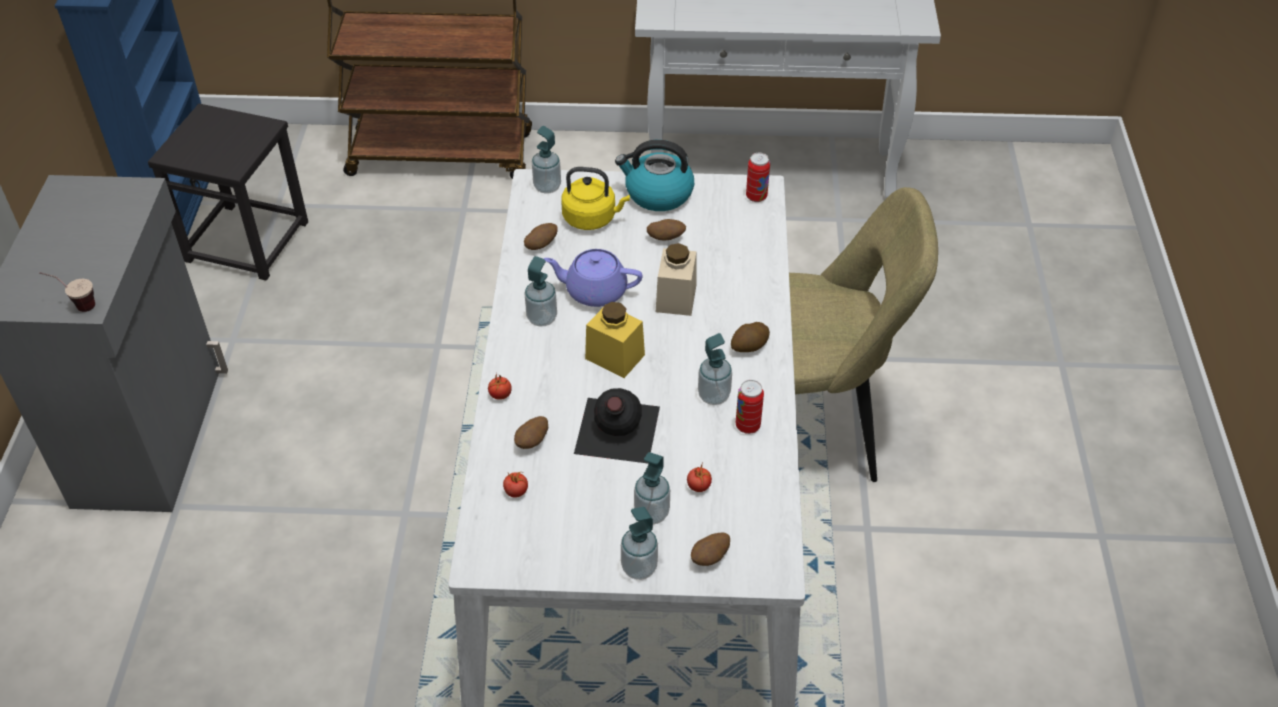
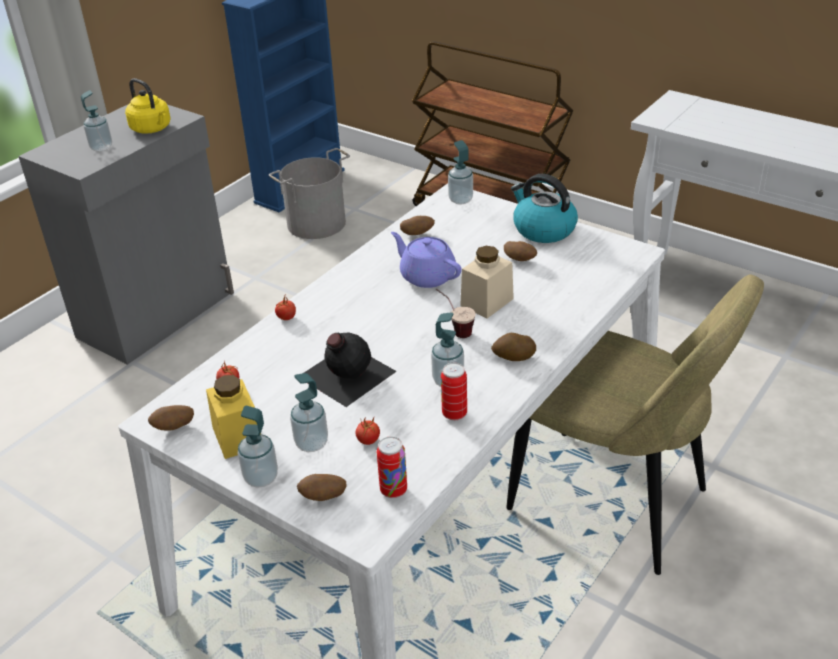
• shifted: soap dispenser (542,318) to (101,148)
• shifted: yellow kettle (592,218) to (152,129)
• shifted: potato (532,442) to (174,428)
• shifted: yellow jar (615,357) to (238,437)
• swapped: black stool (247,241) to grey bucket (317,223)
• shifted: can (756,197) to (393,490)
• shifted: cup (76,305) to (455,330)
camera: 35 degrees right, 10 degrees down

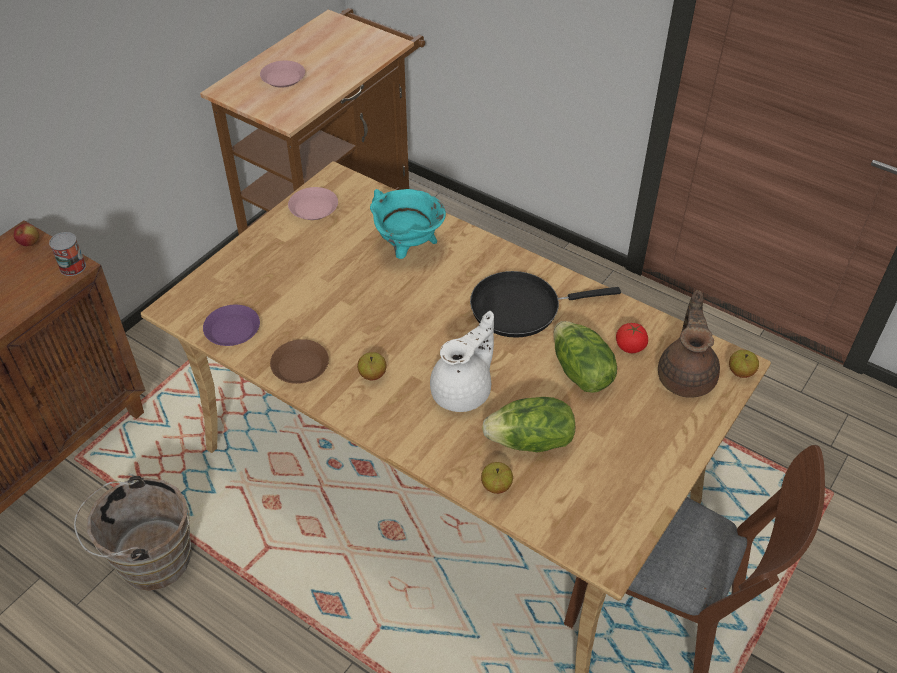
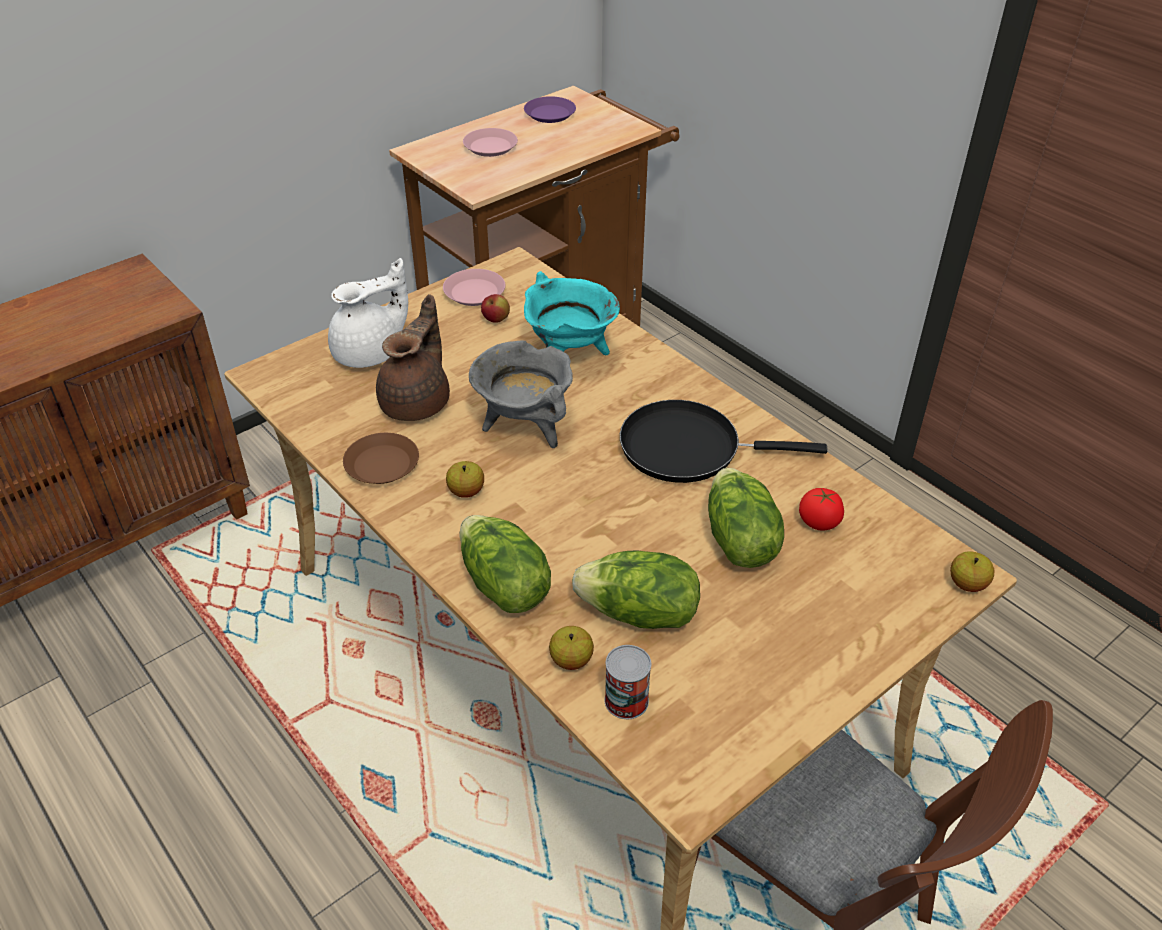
• shifted: white teapot (463,391) to (370,353)
• shifted: brown teapot (686,376) to (418,402)
• new: lettuce (503,586)
• new: grey cooking pot (525,427)
• shifted: apple (30,243) to (496,320)
• shifted: purple plate (232,330) to (550,114)
• shifted: can (73,267) to (626,700)
• gone: brown bucket (149,559)
camera: 15 degrees right, 5 degrees down

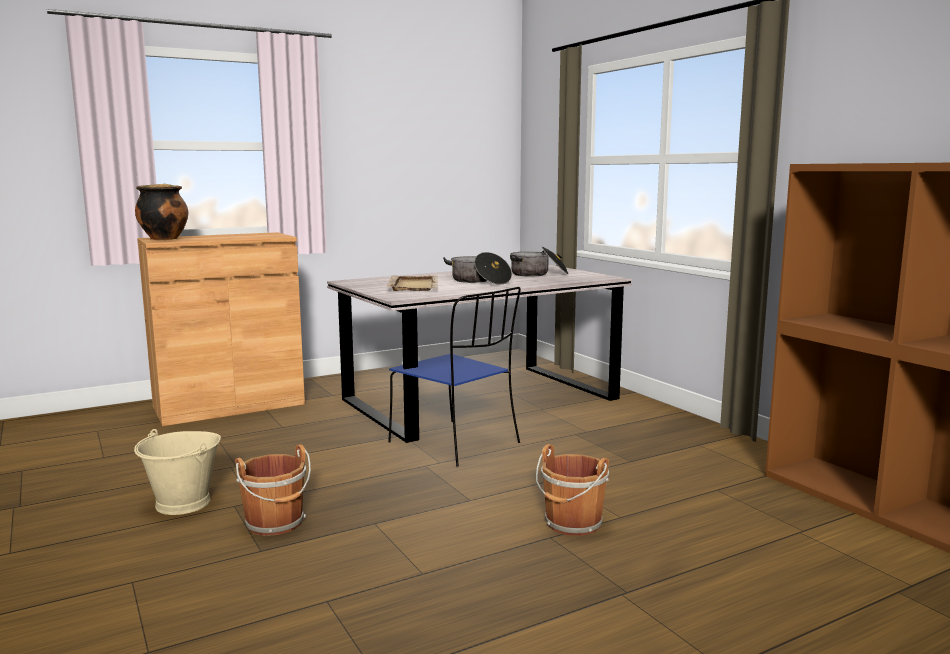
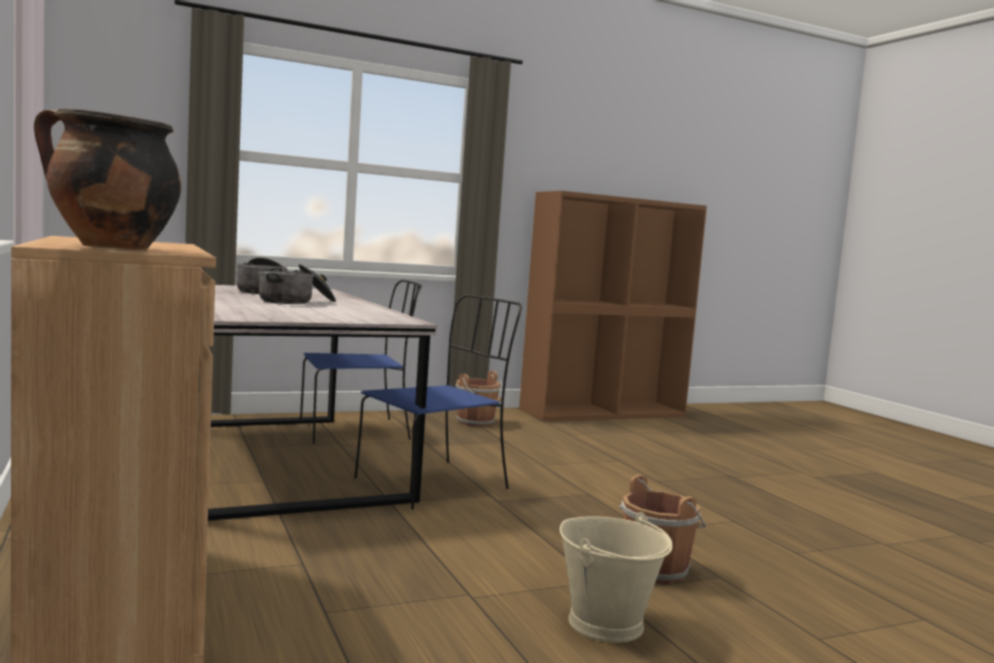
• new: blue chair (357,431)
• shifted: brown bucket (572,524) to (477,422)
• gone: beige tray (414,285)
camera: 85 degrees left, 5 degrees down

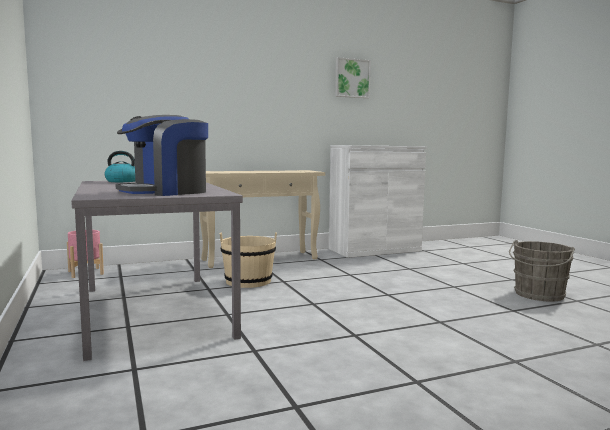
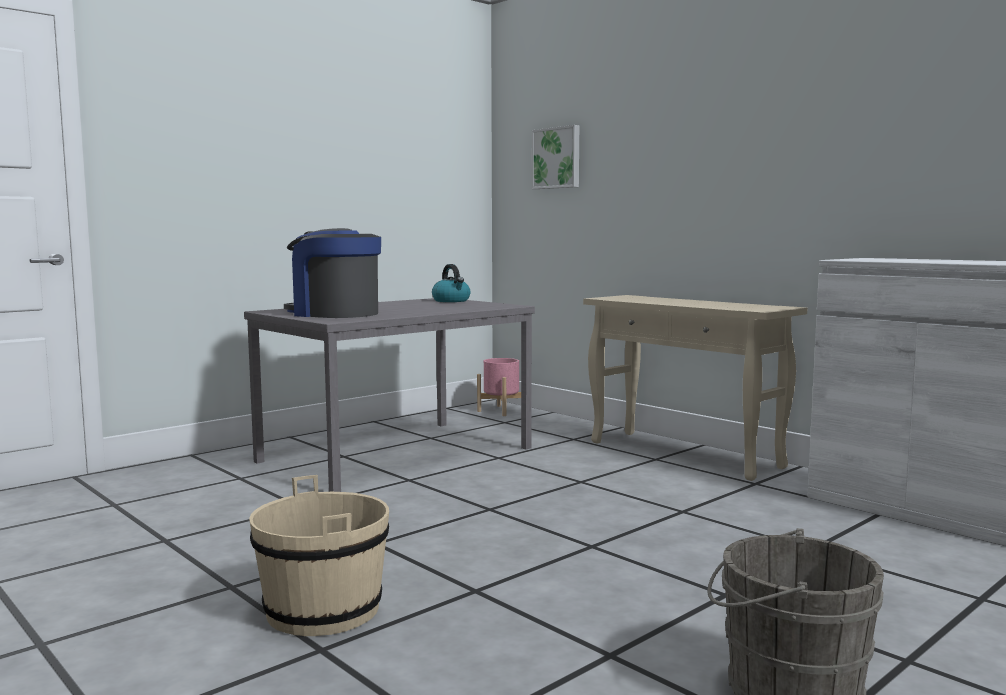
• shifted: beige bucket (248,281) to (323,610)
• shifted: picture (351,78) to (557,158)
camera: 70 degrees right, 0 degrees up

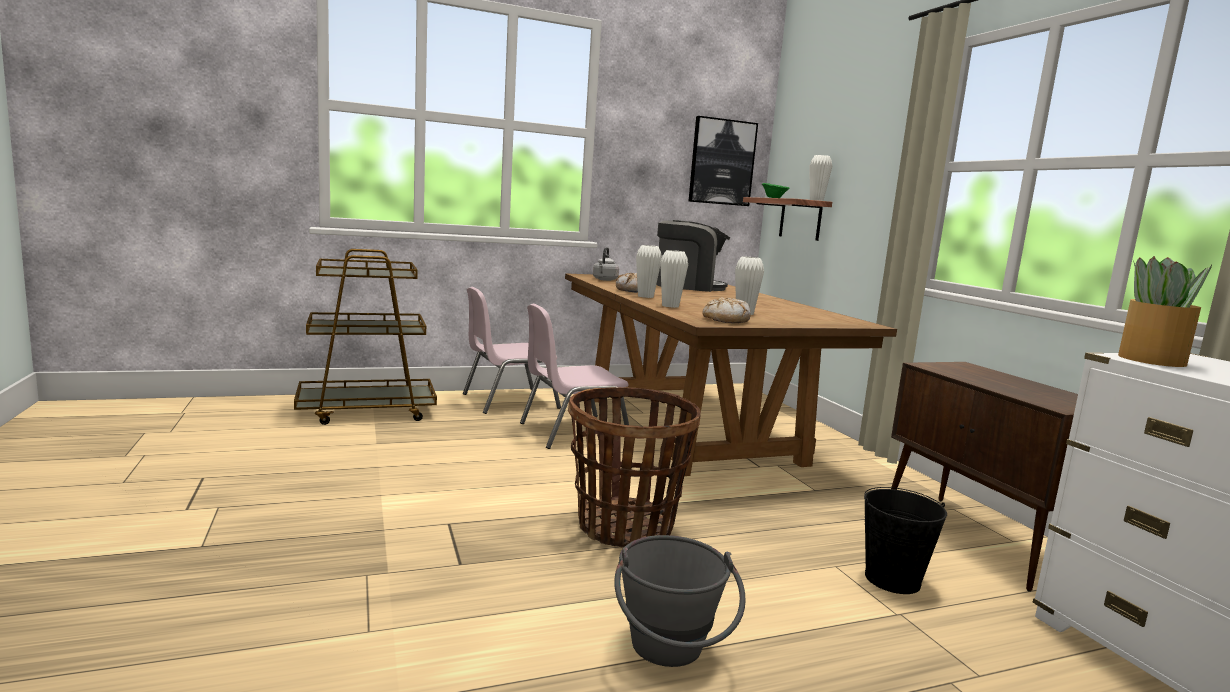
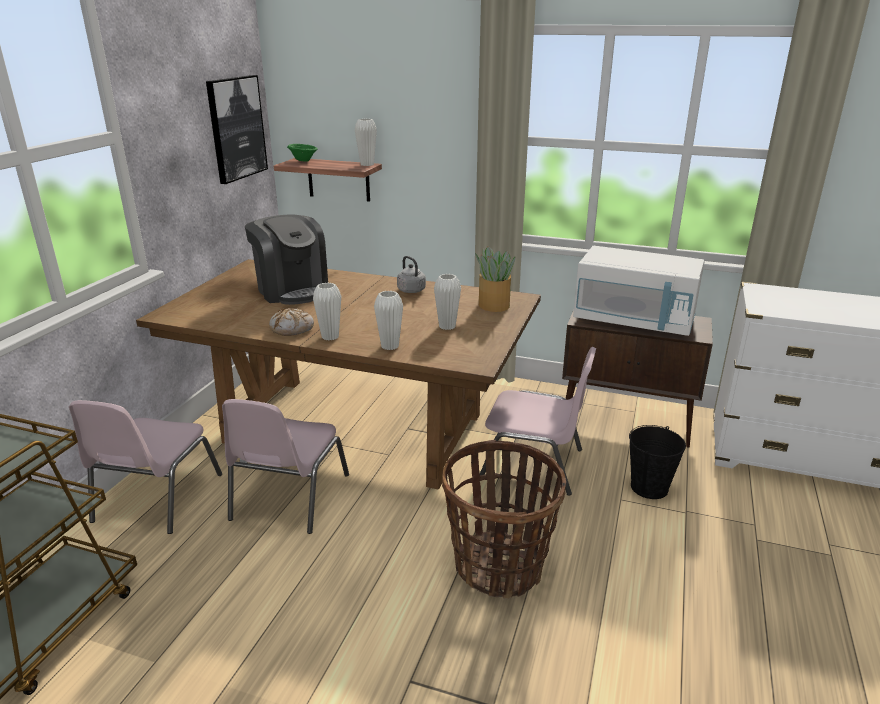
• rotated: coffee machine (688,286) = (292,290) 105 degrees clockwise
• shifted: grey kettle (604,280) to (412,291)
• shifted: potted plant (1151,360) to (494,305)
• new: pink chair (533,464)
• new: white microwave (634,321)
• gone: grey bucket (670,654)
• gone: bread (725,320)
camera: 50 degrees left, 15 degrees up

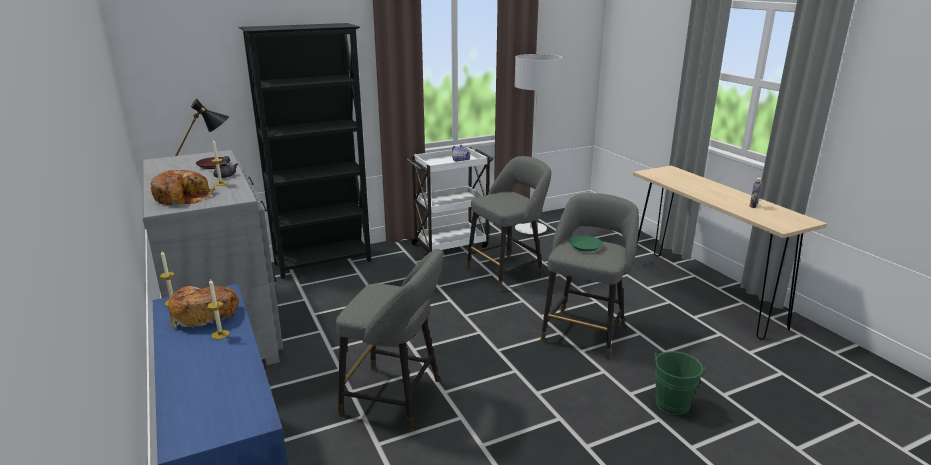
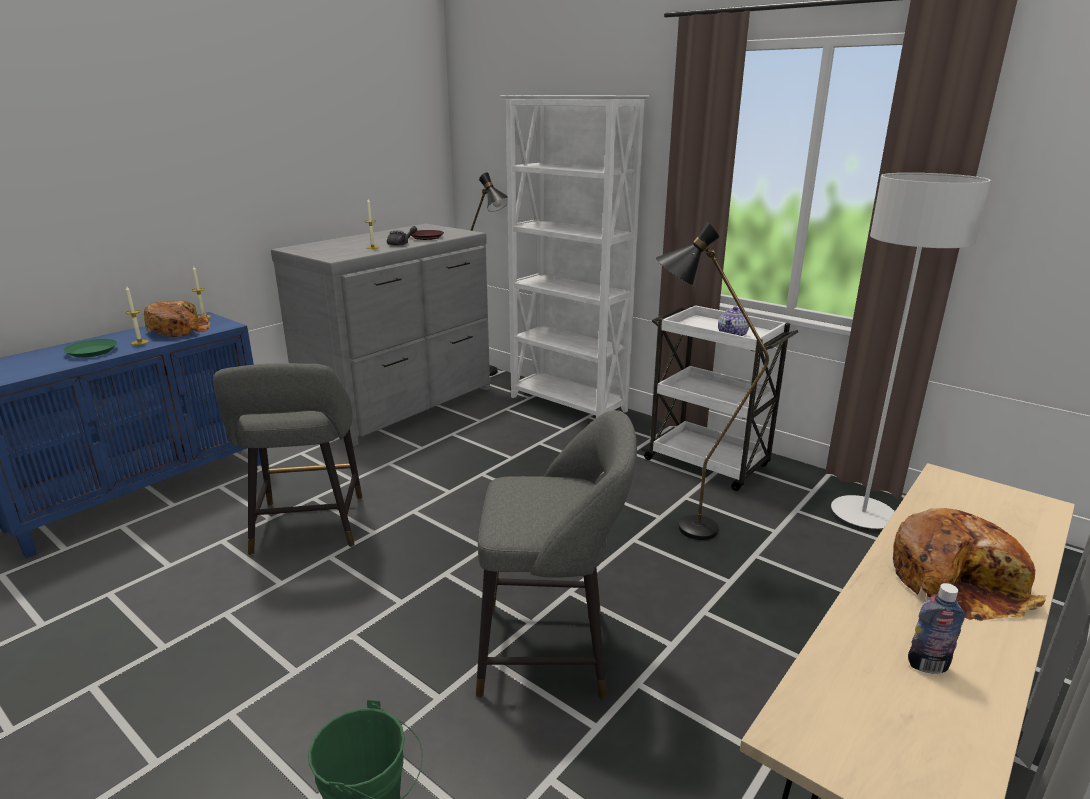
• shifted: green plate (585,246) to (92,352)
• repainted: black bookcase (324,263) to white bookcase (568,405)
• swapped: grey stool (508,271) to black floor lamp (682,528)
• shifted: bread (183,197) to (958,581)
camera: 65 degrees right, 0 degrees up

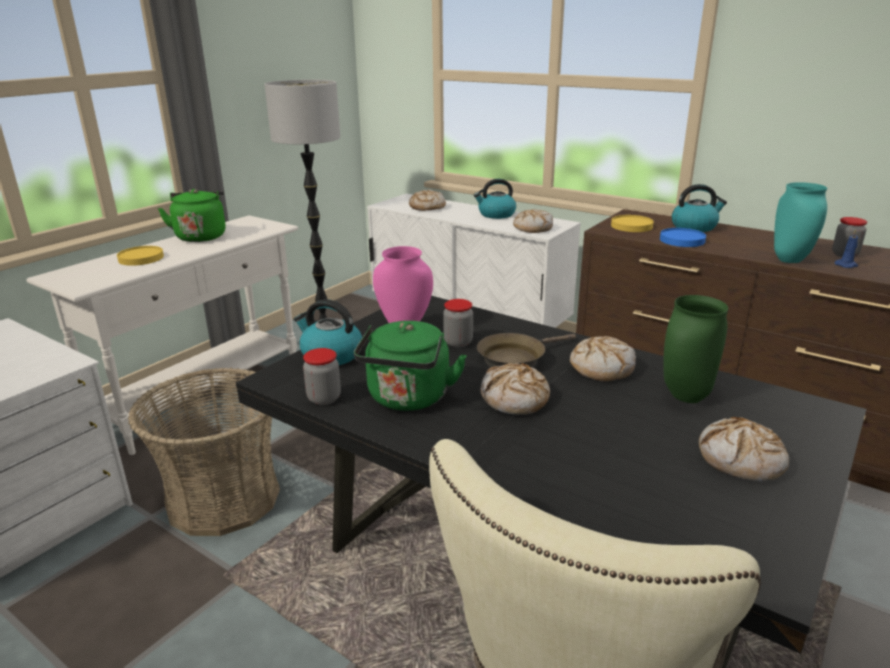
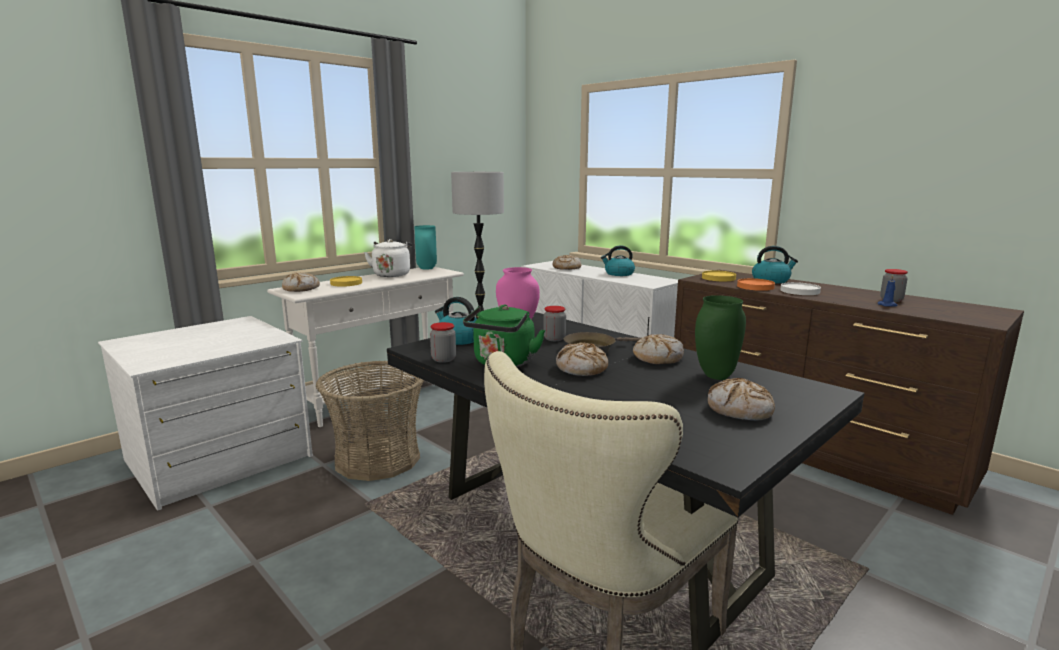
• shifted: bread (533,228) to (301,289)
• repainted: green kettle (201,236) to white kettle (392,274)
• shifted: turquoise vase (791,260) to (427,268)
• repainted: blue plate (682,240) to orange plate (755,286)
• new: white plate (799,291)
camera: 10 degrees right, 10 degrees down

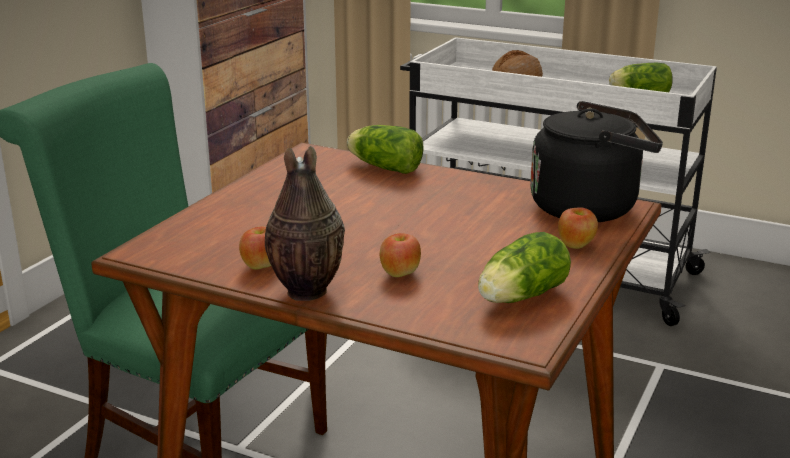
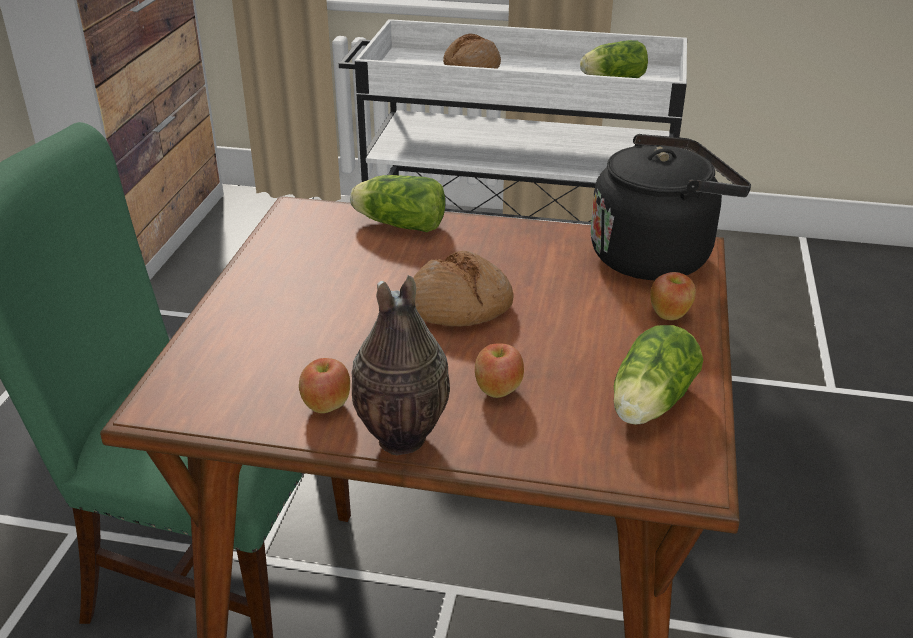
• new: bread (459,306)
camera: 15 degrees left, 10 degrees up

